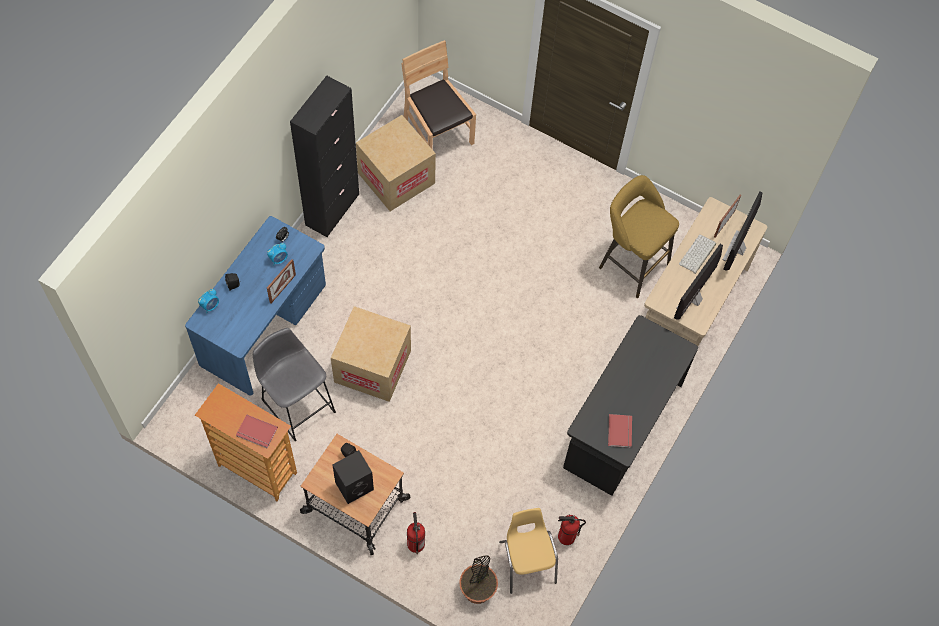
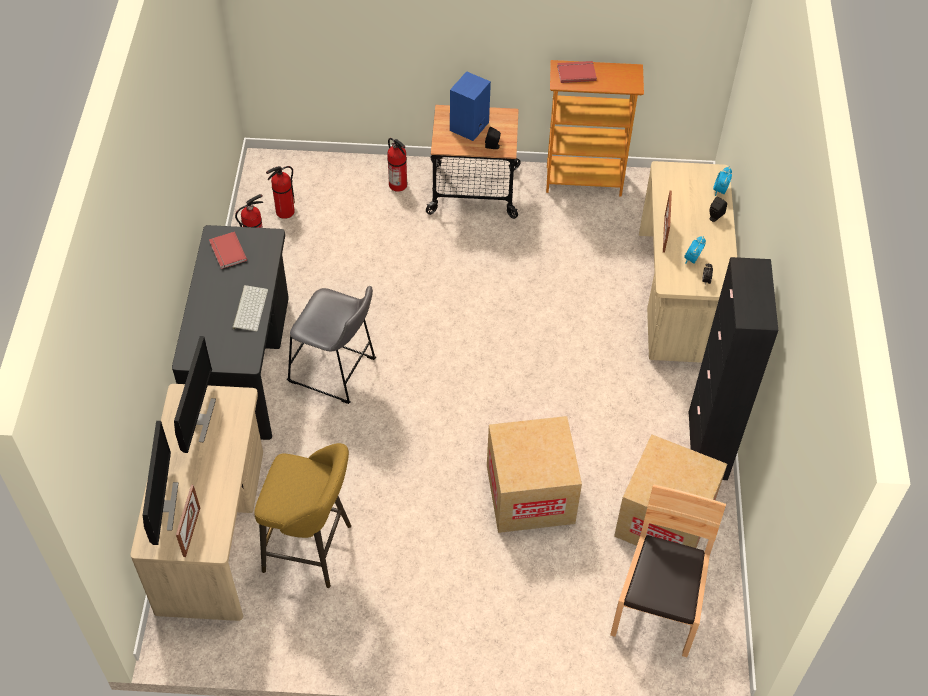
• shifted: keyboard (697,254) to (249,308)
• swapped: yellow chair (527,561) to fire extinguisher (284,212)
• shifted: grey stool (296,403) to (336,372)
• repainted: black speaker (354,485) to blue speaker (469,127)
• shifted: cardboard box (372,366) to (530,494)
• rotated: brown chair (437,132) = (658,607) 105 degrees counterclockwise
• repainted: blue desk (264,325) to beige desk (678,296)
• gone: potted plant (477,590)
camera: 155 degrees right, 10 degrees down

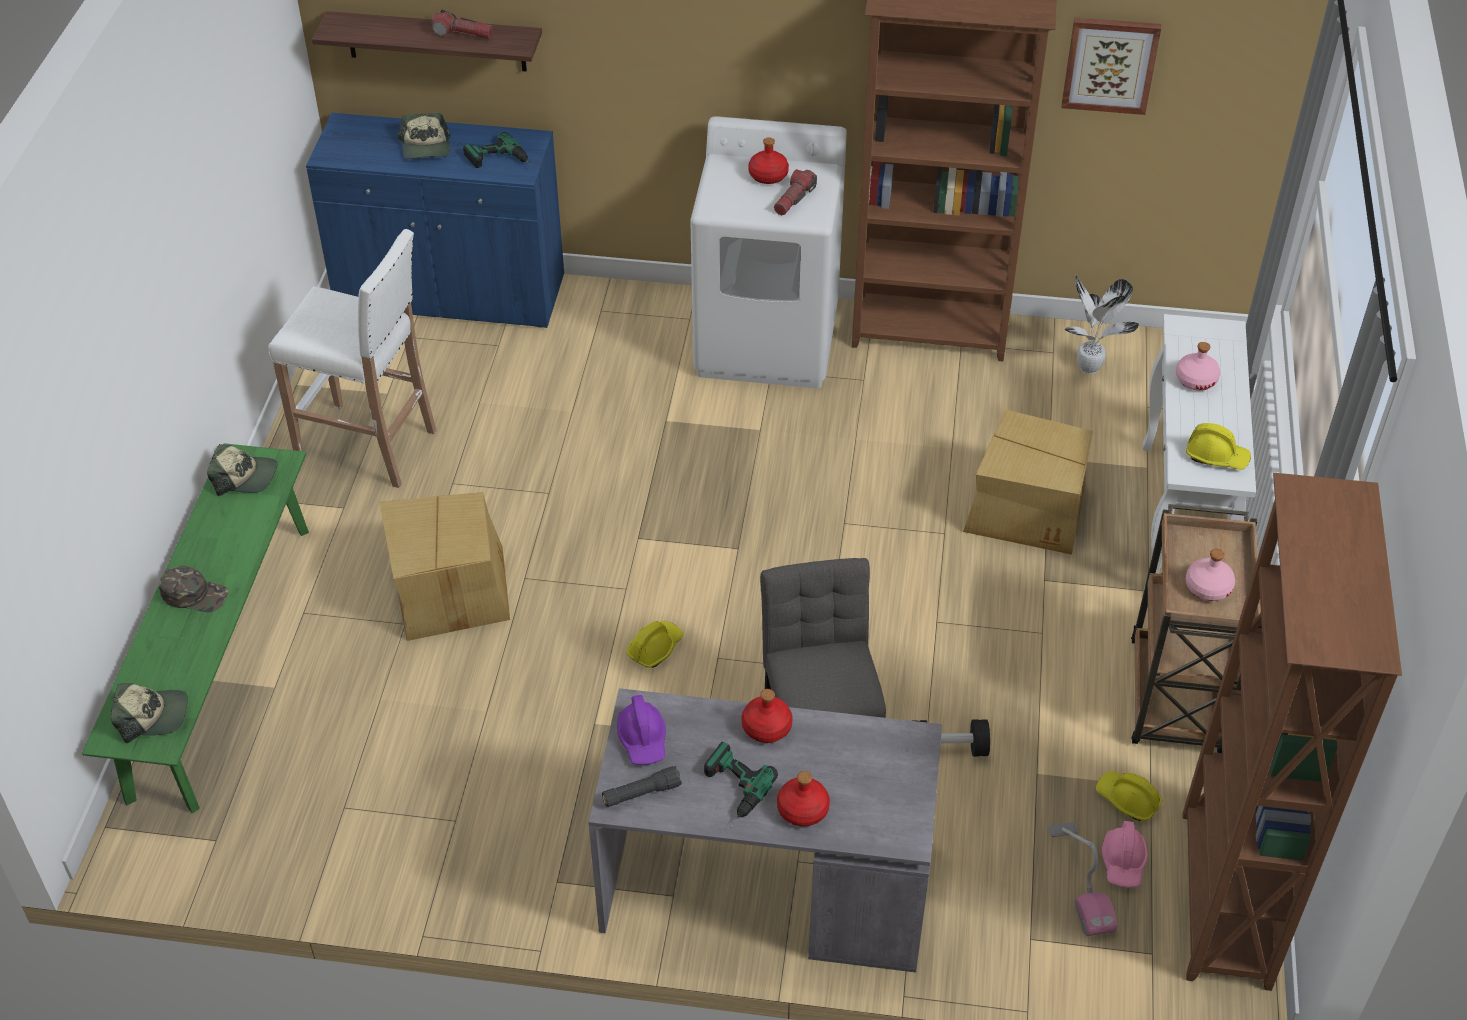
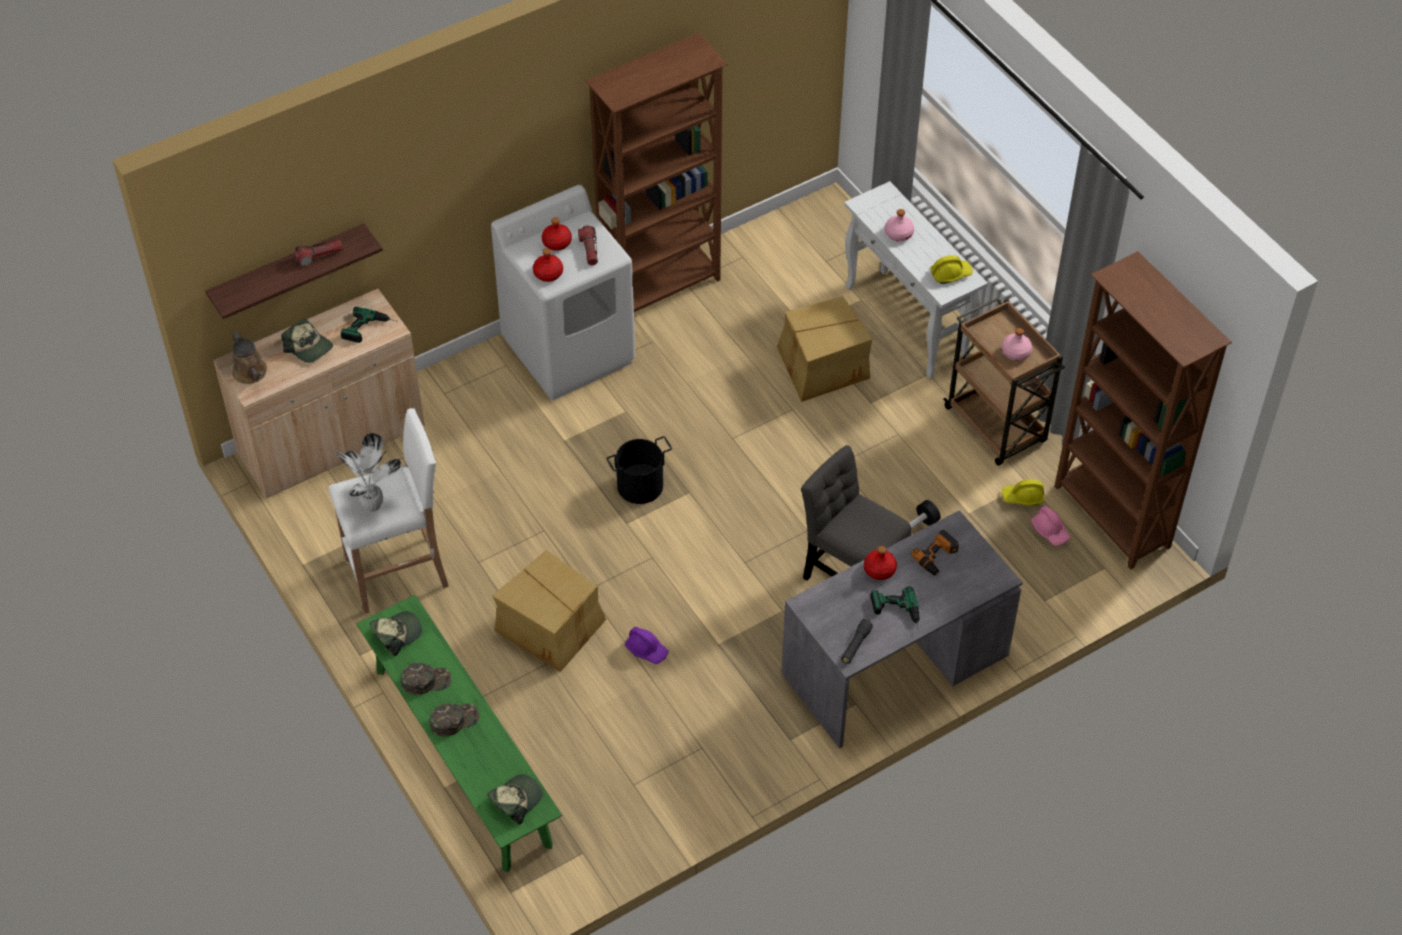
• repainted: blue cabinet (450,293) to beige cabinet (332,441)
• new: brown watering can (251,373)
• shifted: potted plant (1089,369) to (373,506)
• new: green cap (426,680)
• shifted: red bottle (802,809) to (548,273)
• new: black bucket (640,486)
• shifted: purple hard hat (643,739) to (647,649)
• new: power drill (937,557)
• gone: yellow hard hat (655,648)
• gone: vacuum cleaner (1080,880)
• gone: picture (1110,64)
camera: 40 degrees left, 5 degrees up

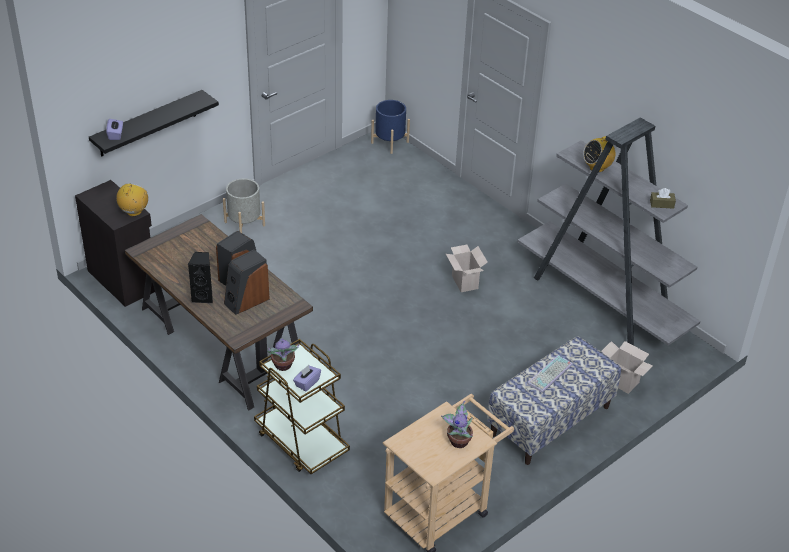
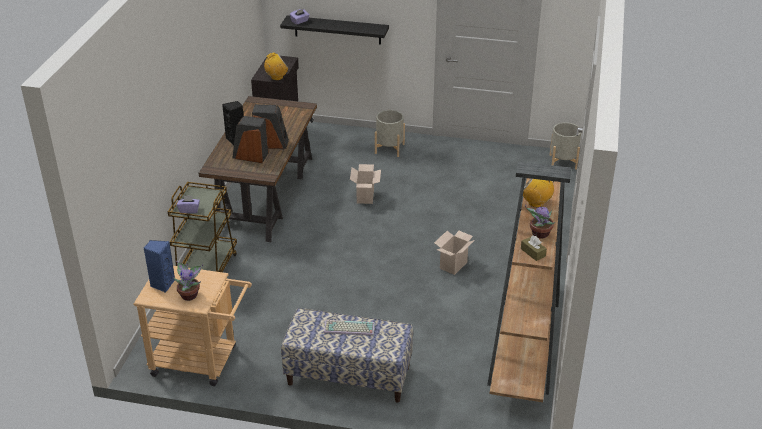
• new: blue speaker (162,284)
• shifted: cardboard box (623,381) to (366,197)
• repainted: grey bookcase (602,300) to brown bookcase (524,344)
• shifted: potted plant (283,366) to (539,234)
• repainted: blue planter (390,142) to grey planter (563,162)
camera: 55 degrees right, 5 degrees down

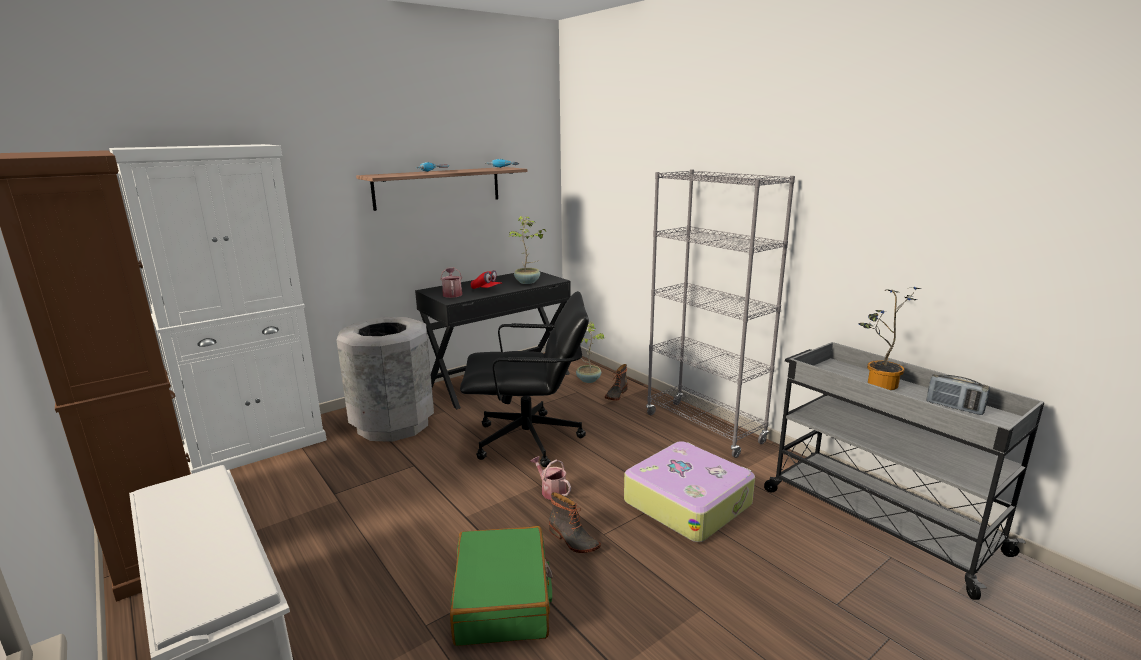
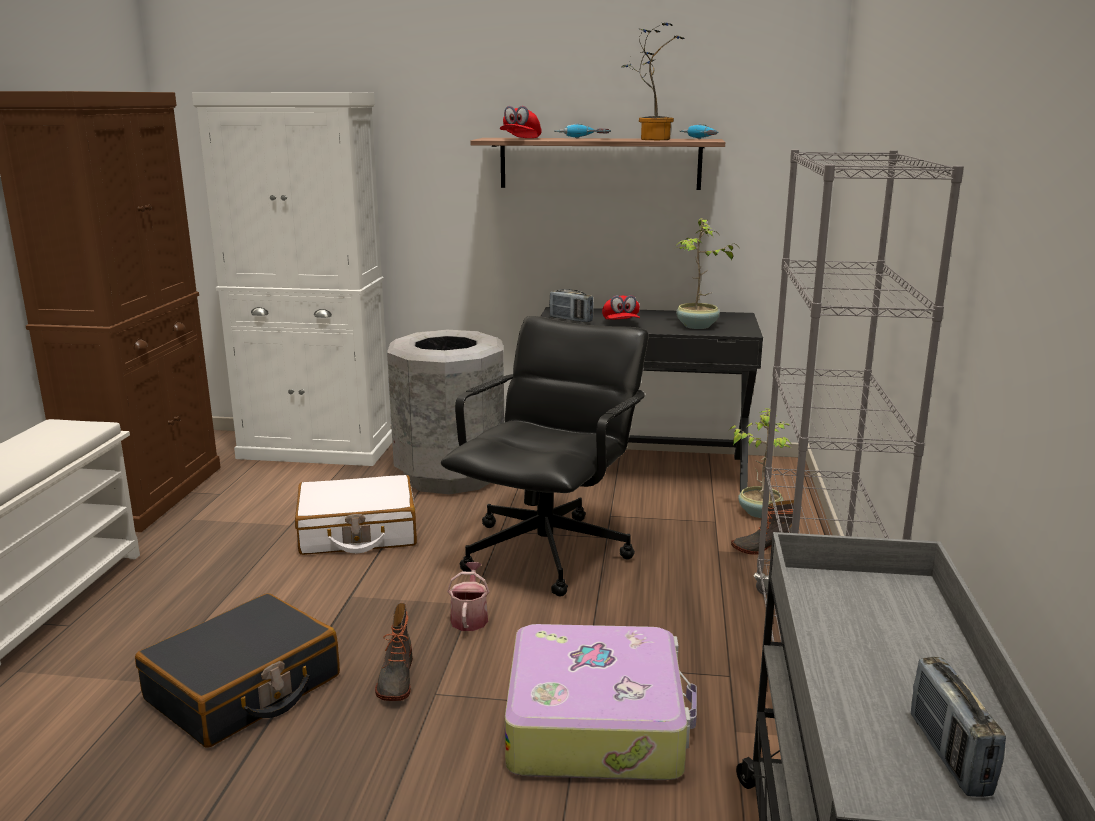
• repainted: green suitcase (503,598) to black suitcase (244,689)
• new: white suitcase (357,532)
• rotated: black office chair (529,441) = (548,552) 105 degrees counterclockwise
• new: red cap (520,139)
• swapped: watering can (452,294) to radio (570,319)
• shifted: potted plant (878,385) to (651,139)
camera: 45 degrees right, 0 degrees up

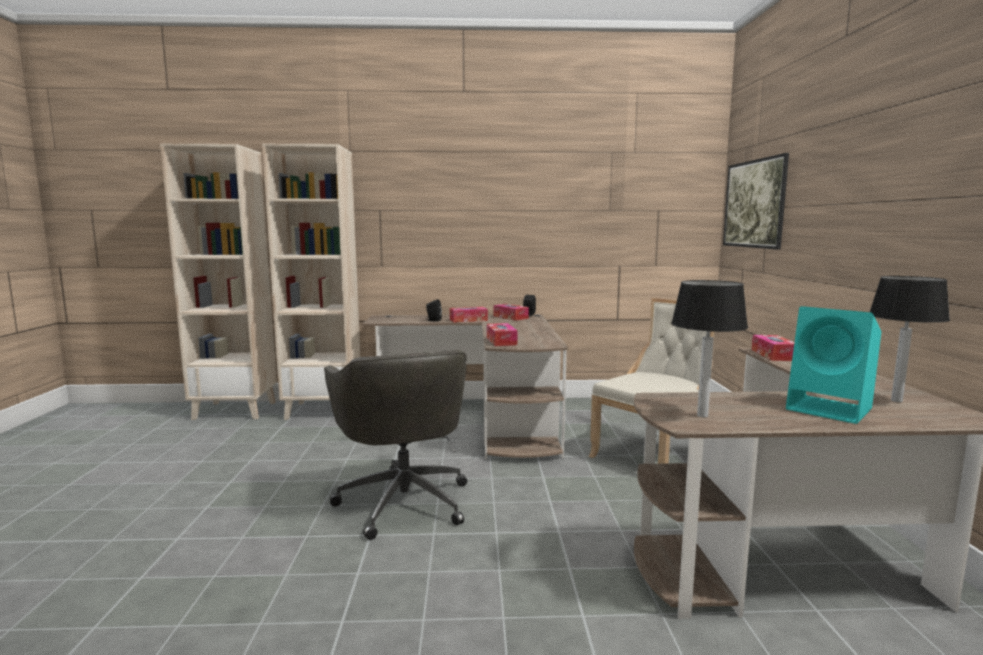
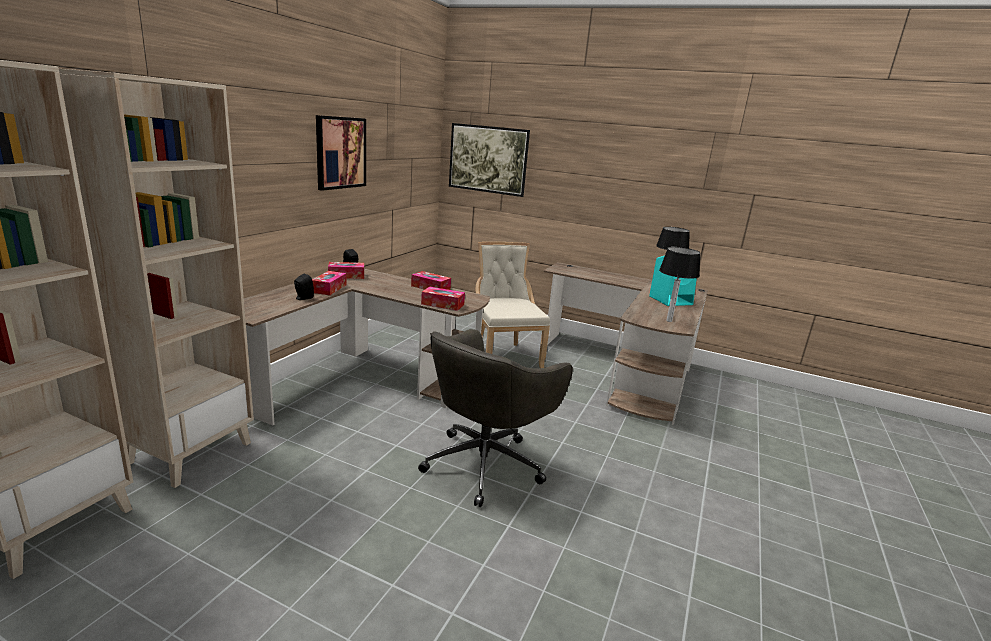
• new: picture (340,152)
• shifted: tissue box (773,355) to (430,287)
• rotated: grey office chair (404,500) = (485,463) 120 degrees clockwise
camera: 65 degrees left, 10 degrees up

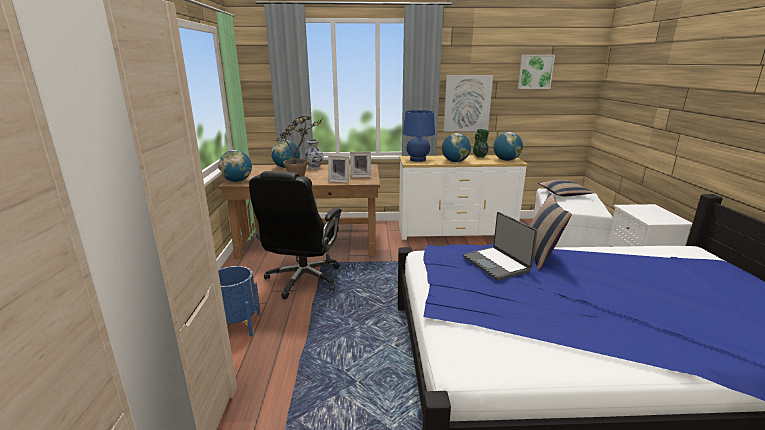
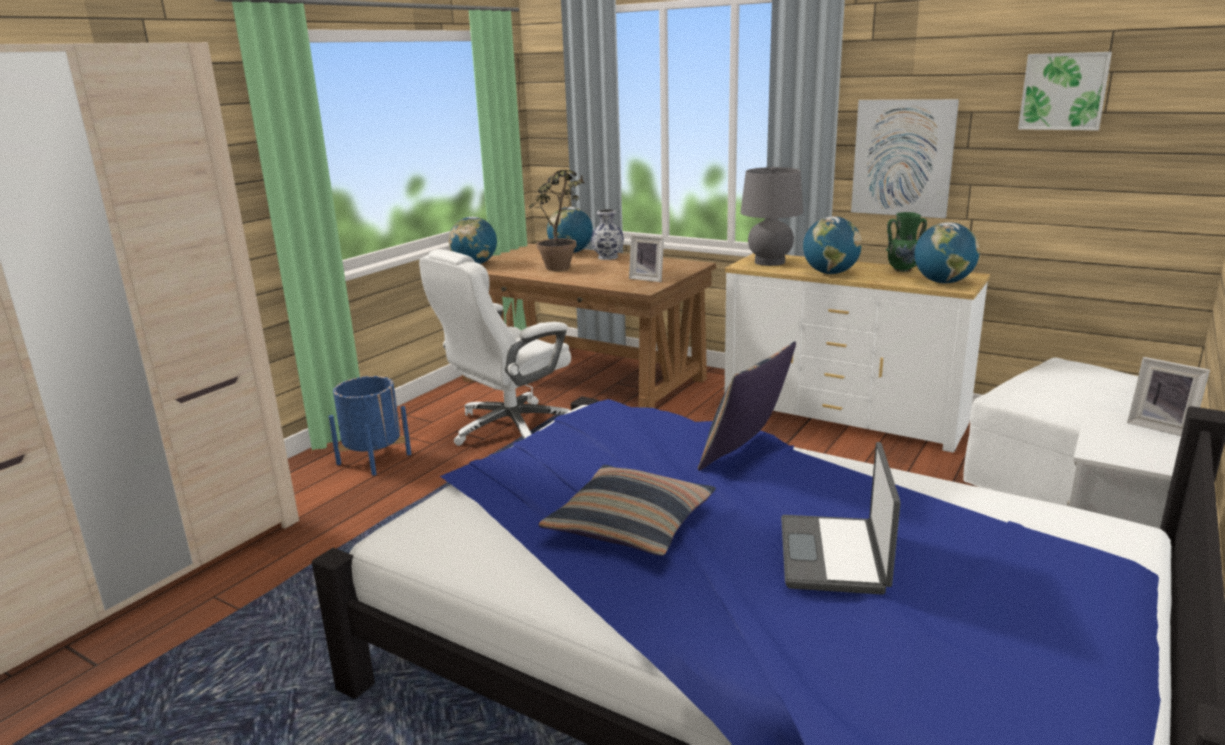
• repainted: black office chair (303,280) to white office chair (508,428)
• shifted: pillow (564,193) to (630,524)
• repainted: blue table lamp (417,160) to grey table lamp (769,262)
• shifted: laptop (496,264) to (835,556)
• shifted: picture frame (339,181) to (1161,427)
camera: 35 degrees right, 0 degrees up

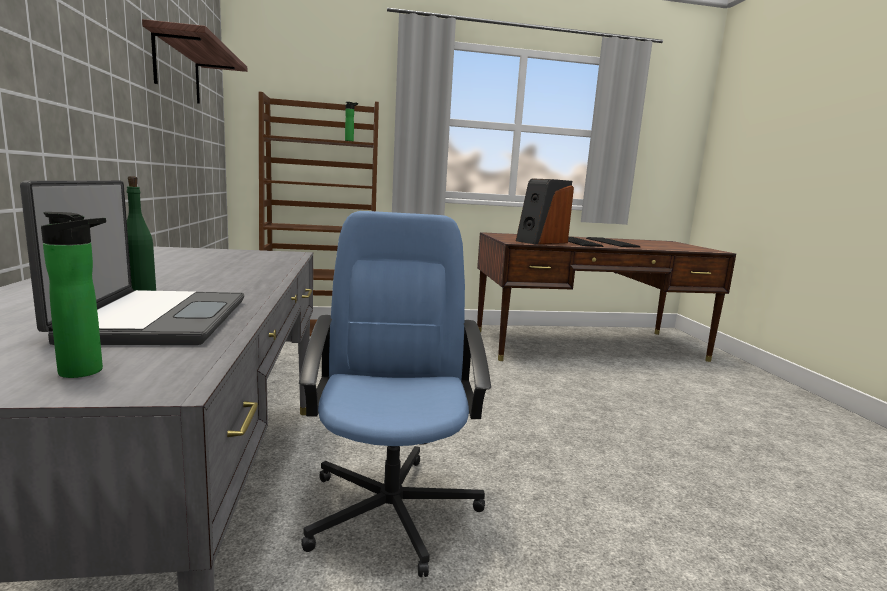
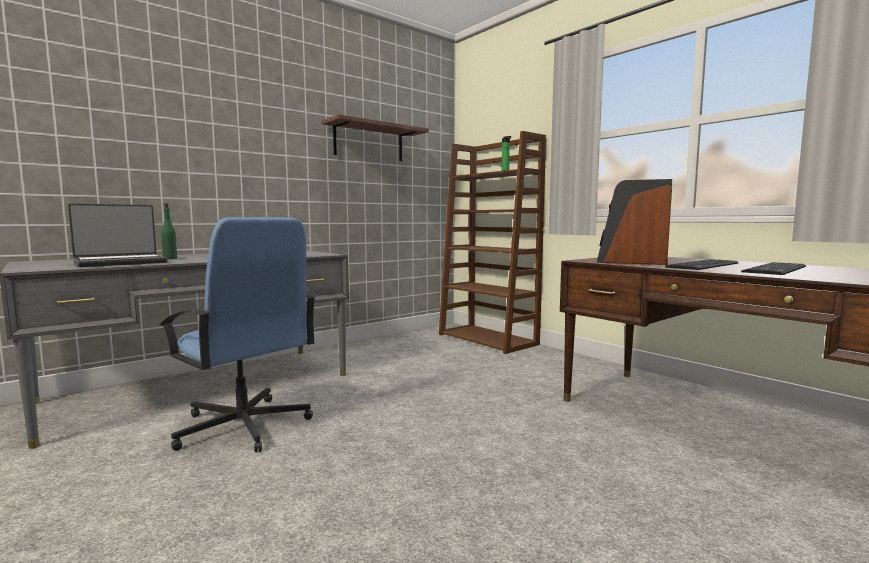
• rotated: blue office chair (392,508) = (243,427) 75 degrees clockwise
• gone: bottle (86,372)
camera: 60 degrees right, 5 degrees down

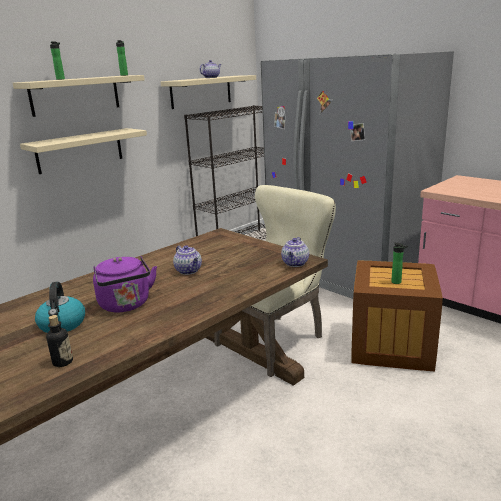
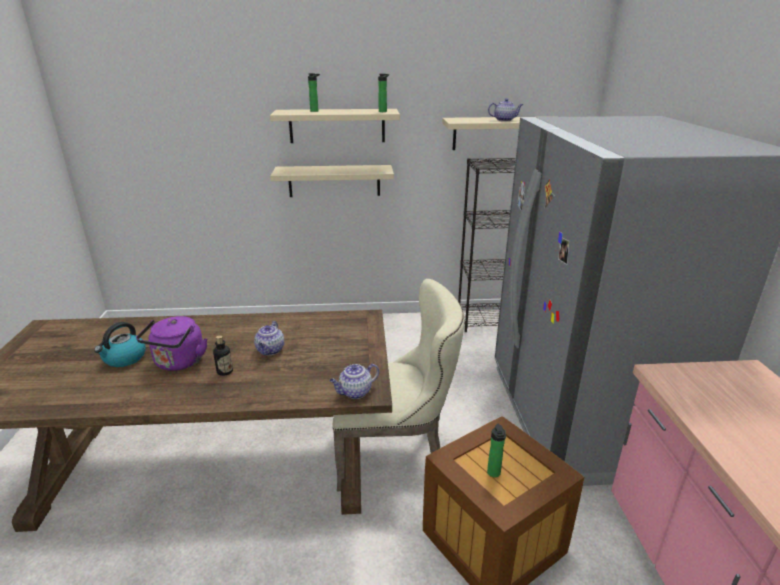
• shifted: bottle (63,362) to (225,371)
camera: 40 degrees right, 5 degrees up

